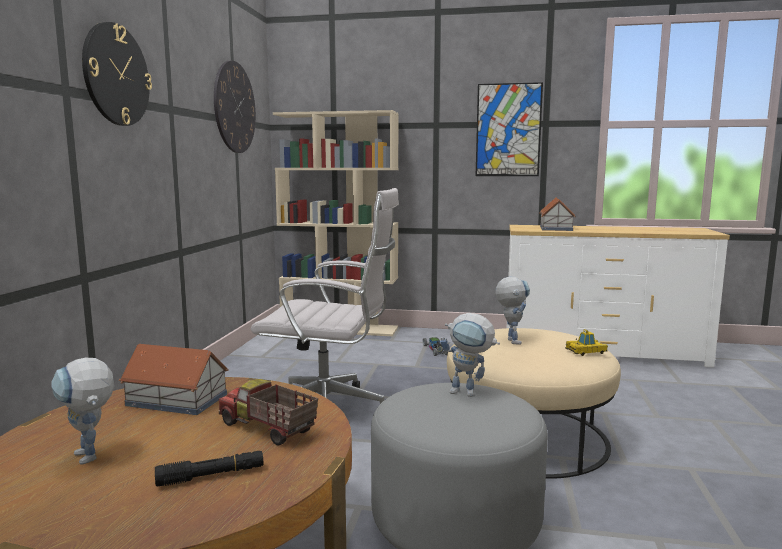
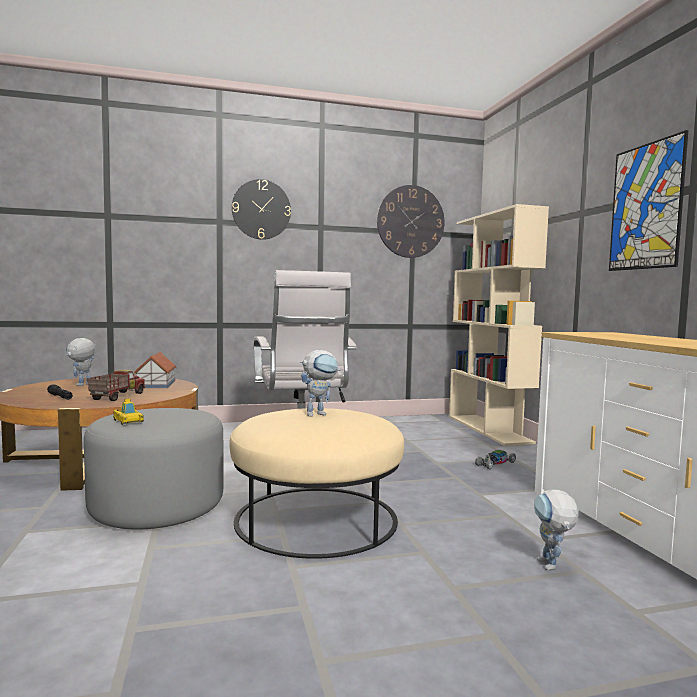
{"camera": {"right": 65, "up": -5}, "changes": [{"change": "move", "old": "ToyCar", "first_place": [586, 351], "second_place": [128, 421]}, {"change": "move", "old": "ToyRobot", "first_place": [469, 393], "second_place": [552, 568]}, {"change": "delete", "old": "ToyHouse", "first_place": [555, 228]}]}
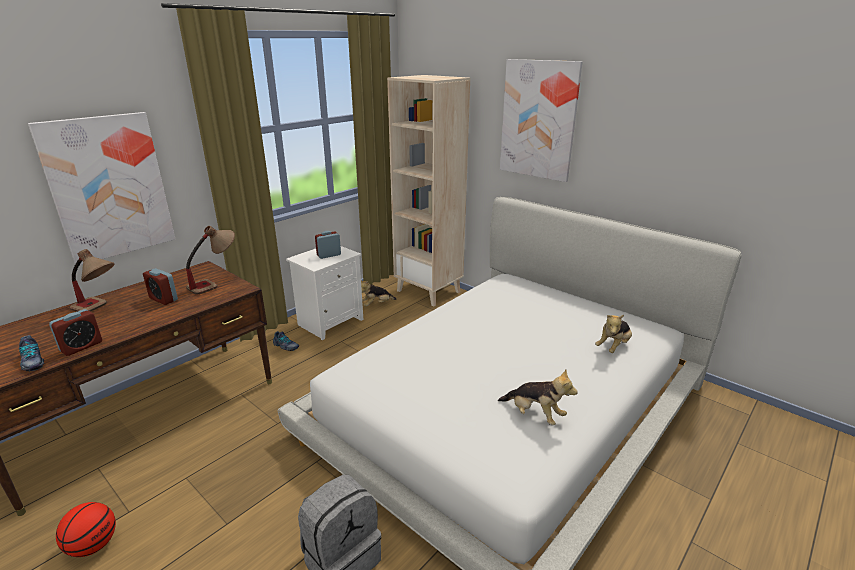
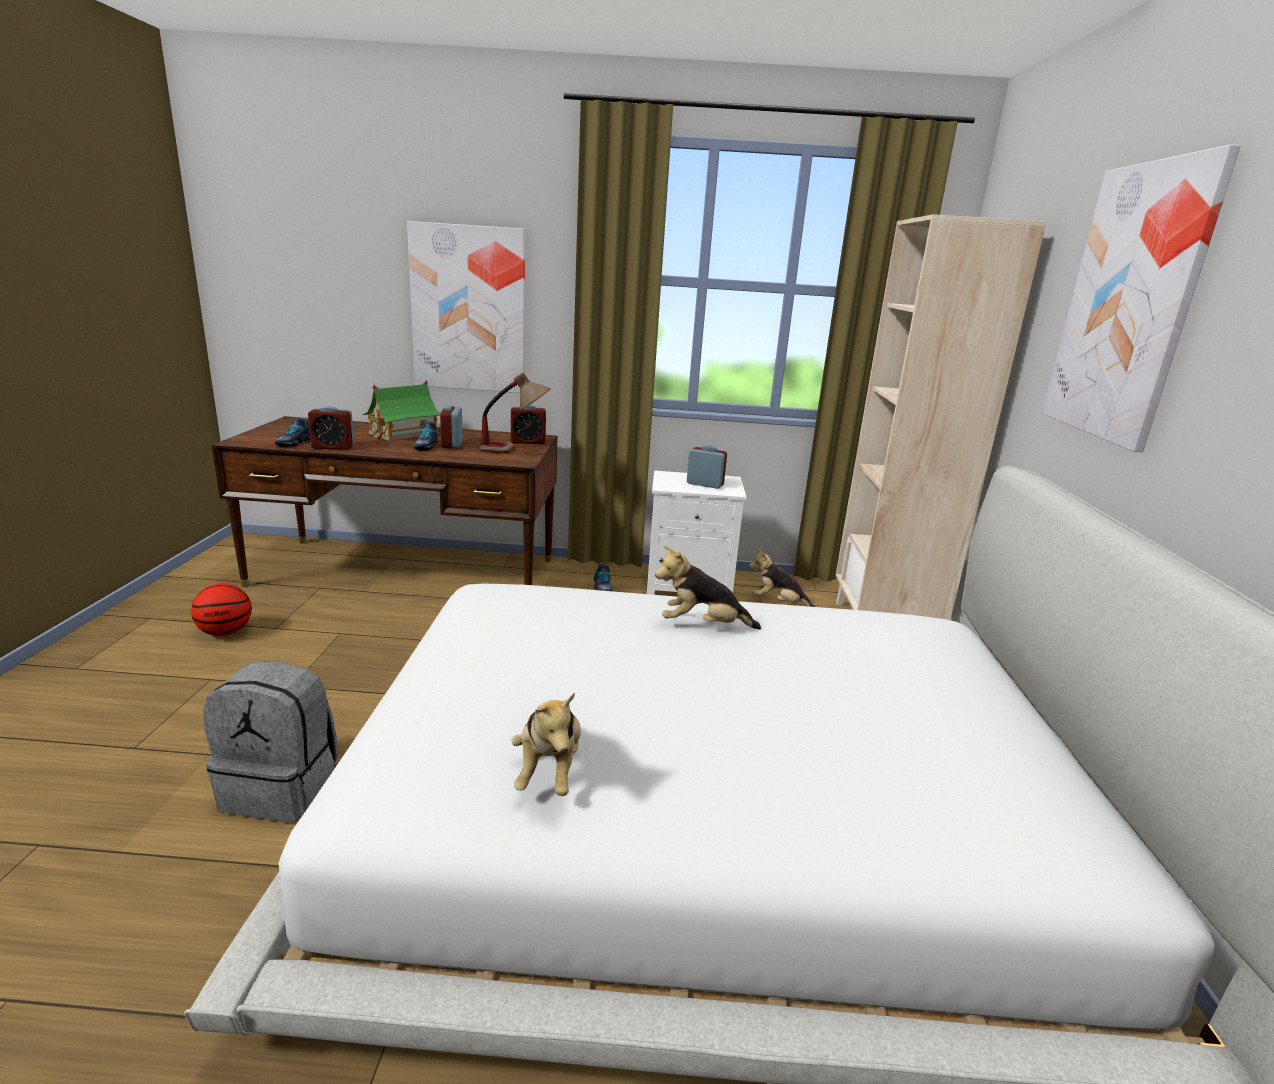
{"camera": {"right": 50, "up": -5}, "changes": [{"change": "replace", "old": "TableLamp", "new": "ToyHouse", "first_place": [99, 309], "second_place": [403, 433]}, {"change": "insert", "new": "Shoe", "second_place": [425, 446]}, {"change": "insert", "new": "AlarmClock", "second_place": [528, 442]}, {"change": "move", "old": "PlushToy", "first_place": [613, 346], "second_place": [702, 625]}]}
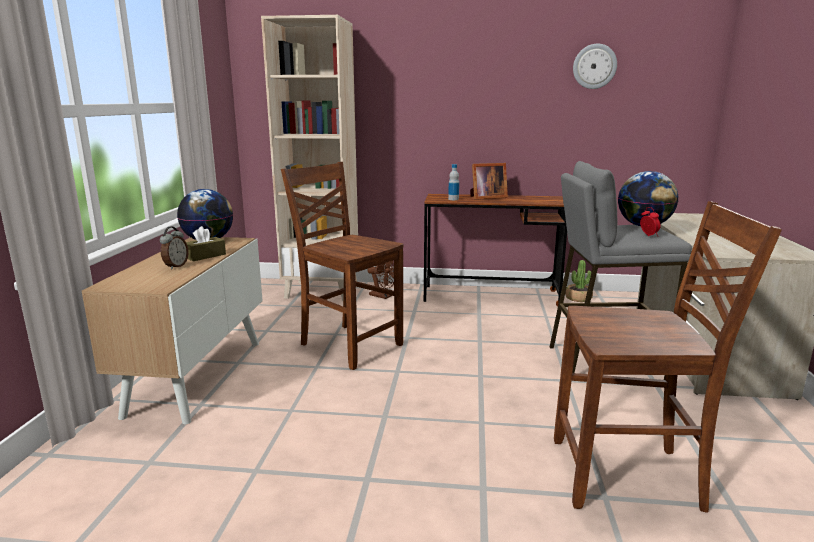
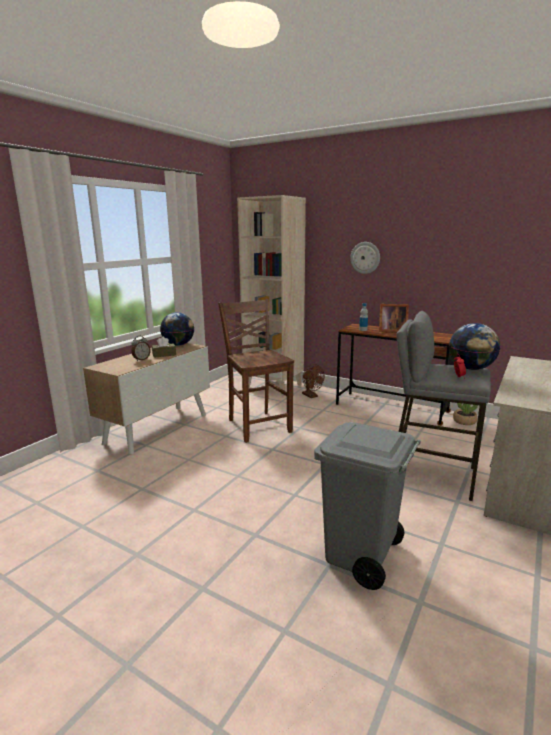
{"camera": {"right": 25, "up": 0}, "changes": [{"change": "replace", "old": "BrownChair", "new": "GreyTrashCan", "first_place": [628, 476], "second_place": [361, 557]}, {"change": "move", "old": "WallClock", "first_place": [594, 66], "second_place": [365, 257]}]}
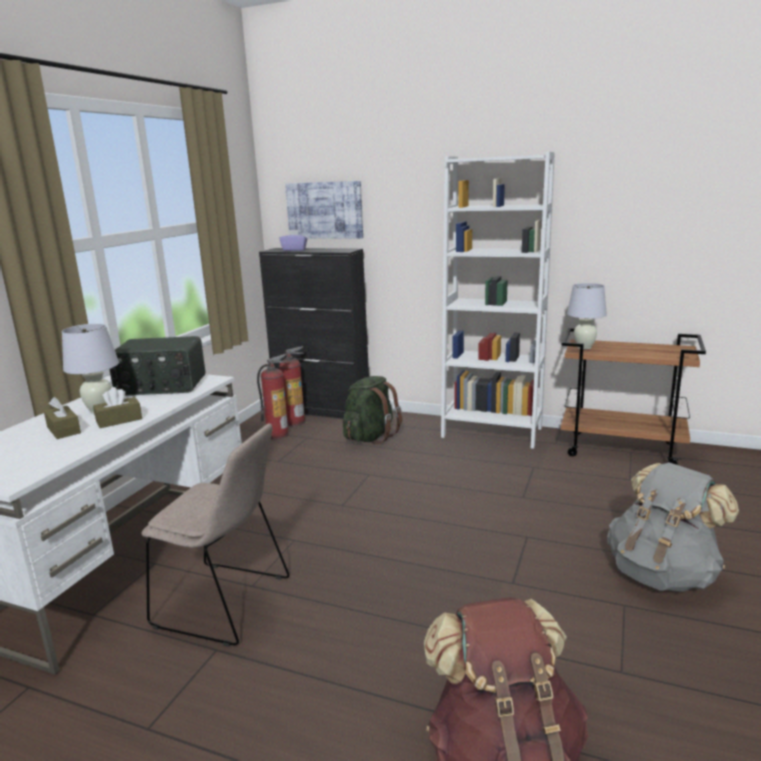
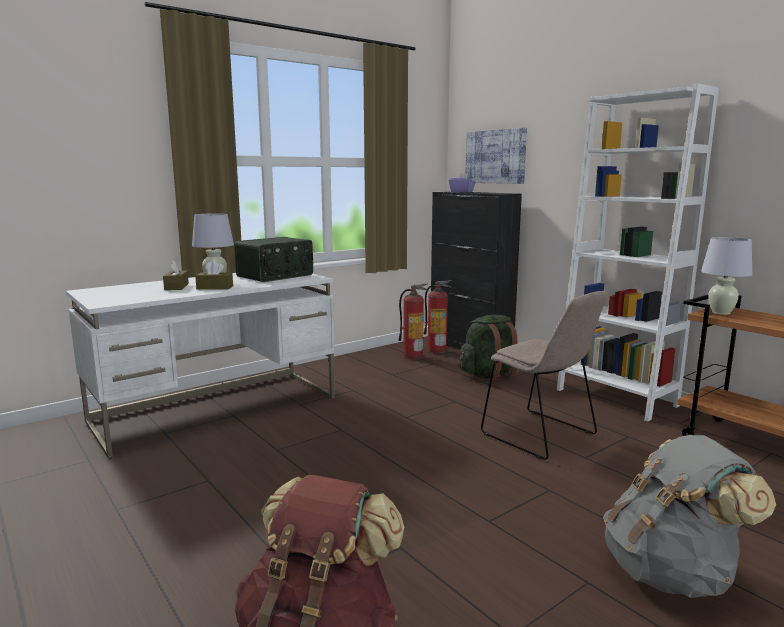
{"camera": {"right": 30, "up": -5}, "changes": [{"change": "rotate", "old": "Radio", "first_place": [161, 386], "second_place": [276, 276], "degrees": -75}, {"change": "move", "old": "BeigeChair", "first_place": [226, 603], "second_place": [541, 436]}]}
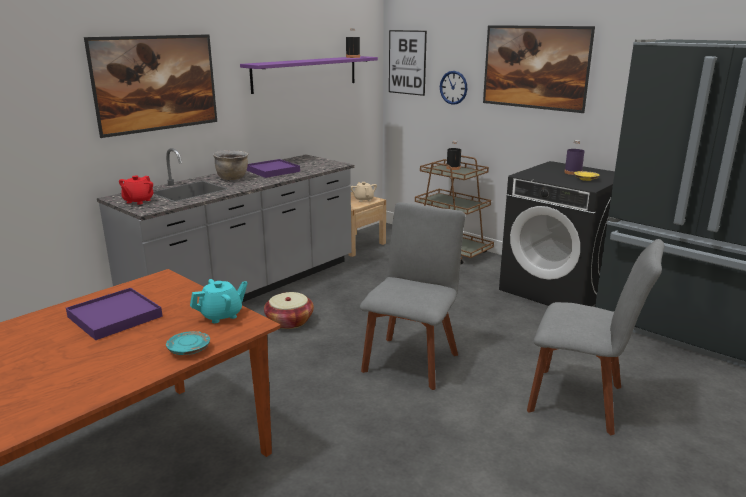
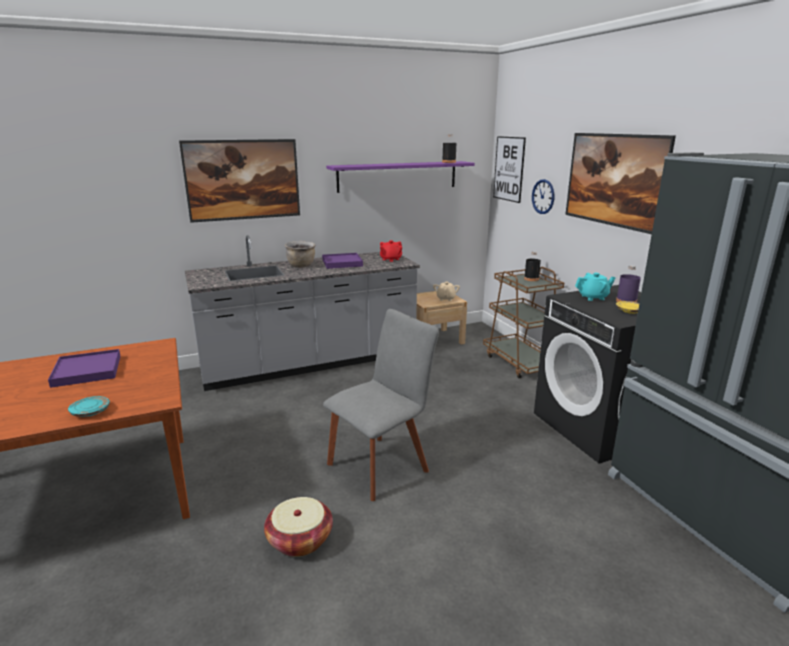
{"camera": {"right": 25, "up": 0}, "changes": [{"change": "move", "old": "Basket", "first_place": [289, 321], "second_place": [300, 540]}, {"change": "move", "old": "RedTeapot", "first_place": [138, 201], "second_place": [390, 259]}, {"change": "move", "old": "TurquoiseTeapot", "first_place": [221, 315], "second_place": [593, 297]}, {"change": "delete", "old": "GreyChair", "first_place": [581, 401]}]}
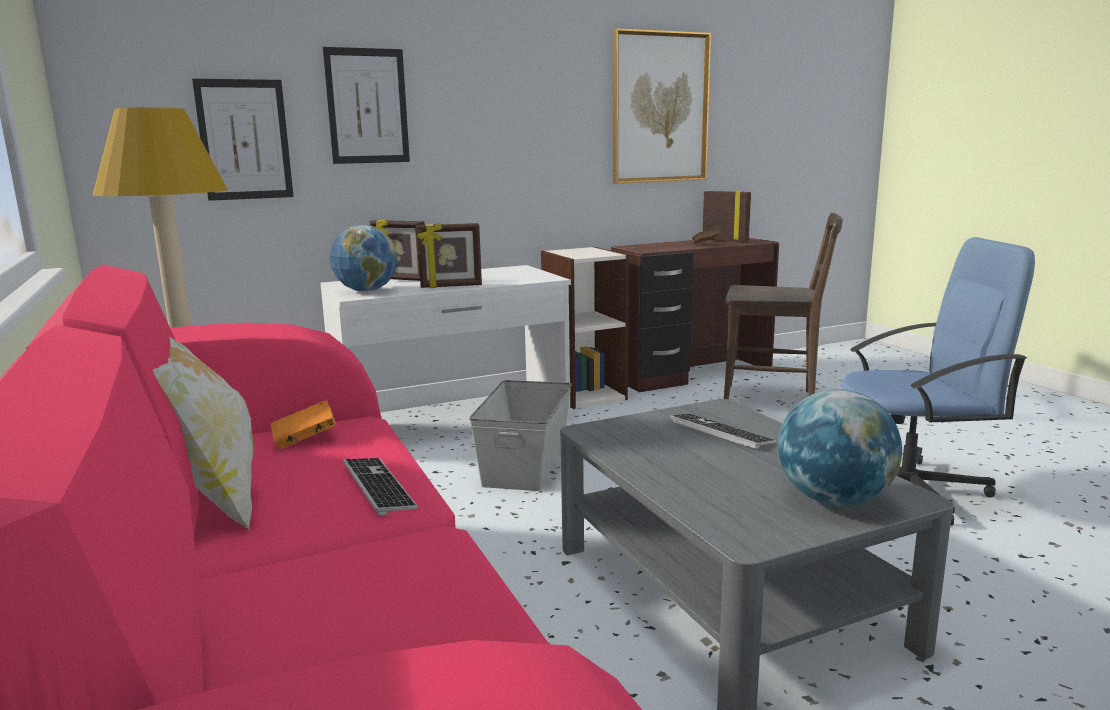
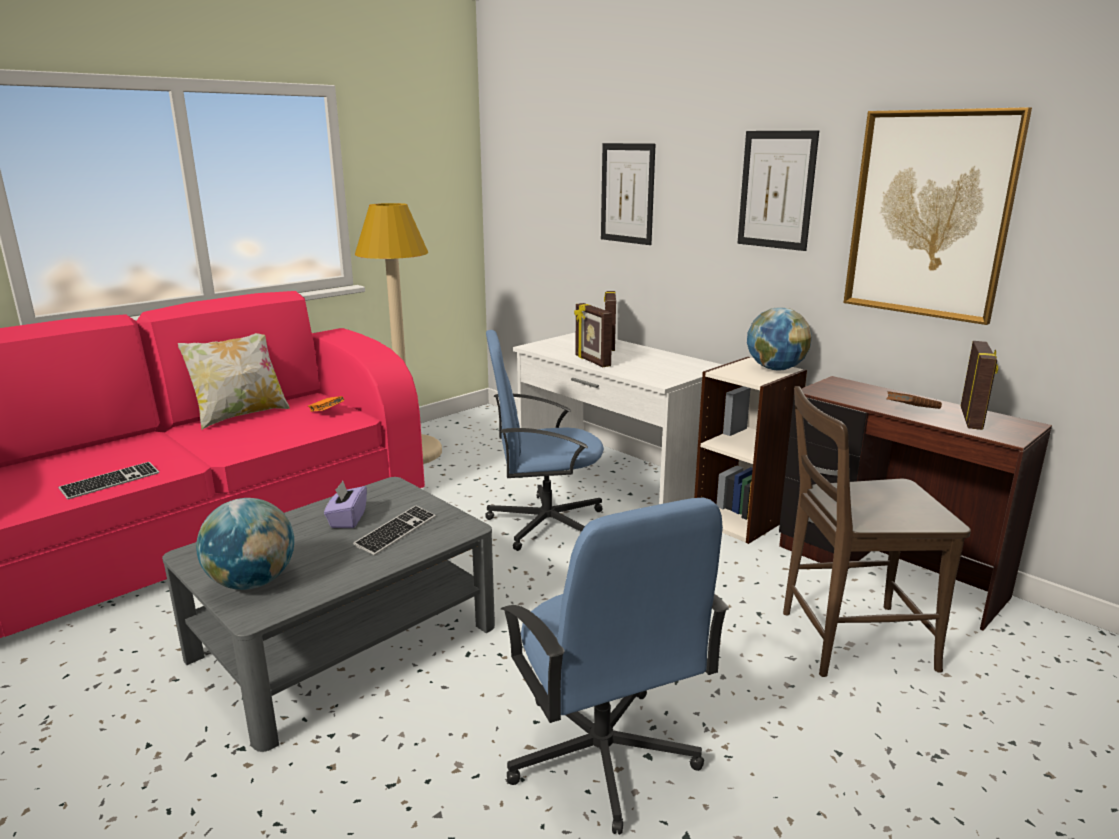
{"camera": {"right": 70, "up": 5}, "changes": [{"change": "move", "old": "Keyboard", "first_place": [378, 487], "second_place": [110, 482]}, {"change": "insert", "new": "PurpleTissueBox", "second_place": [347, 519]}, {"change": "replace", "old": "GreyStorageBox", "new": "BlueOfficeChair", "first_place": [524, 463], "second_place": [544, 523]}, {"change": "move", "old": "Picture", "first_place": [244, 140], "second_place": [776, 190]}, {"change": "move", "old": "Globe", "first_place": [366, 291], "second_place": [775, 369]}, {"change": "rotate", "old": "BrownChair", "first_place": [774, 400], "second_place": [848, 640], "degrees": 90}]}
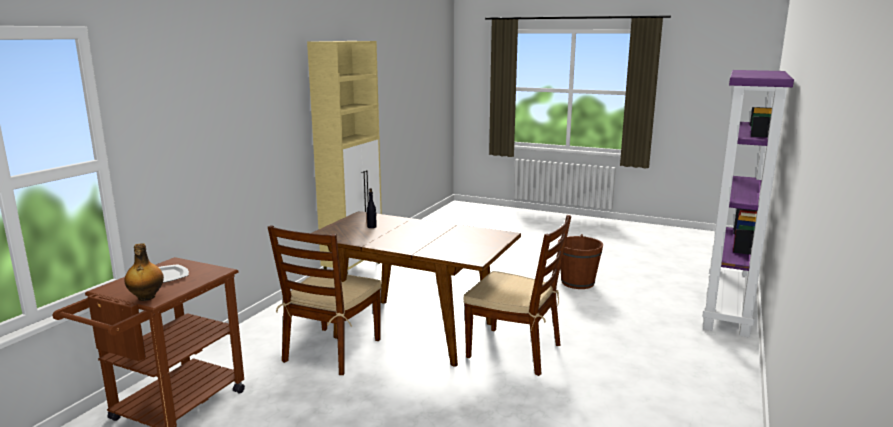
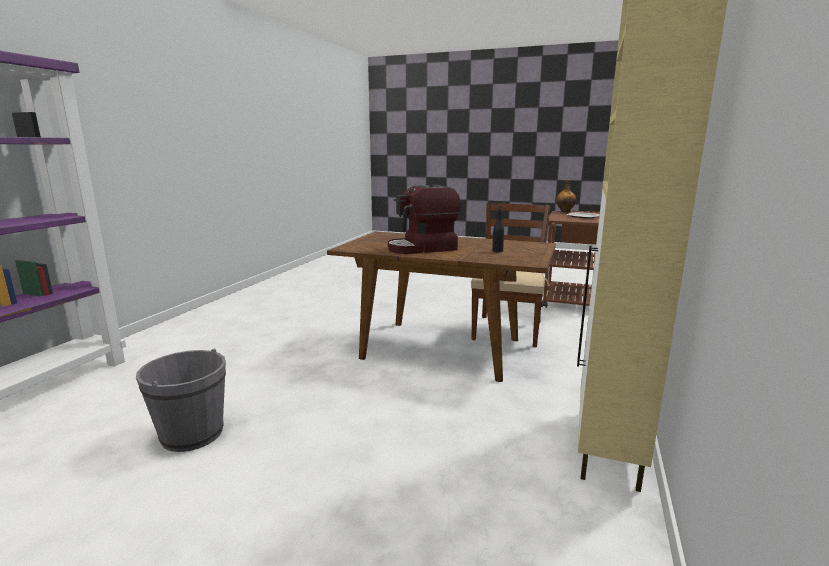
{"camera": {"right": 175, "up": 0}, "changes": [{"change": "recolor", "old": "BrownBucket", "new": "GreyBucket", "first_place": [577, 282], "second_place": [192, 434]}, {"change": "insert", "new": "CoffeeMachine", "second_place": [422, 248]}, {"change": "delete", "old": "BrownChair", "first_place": [515, 351]}]}
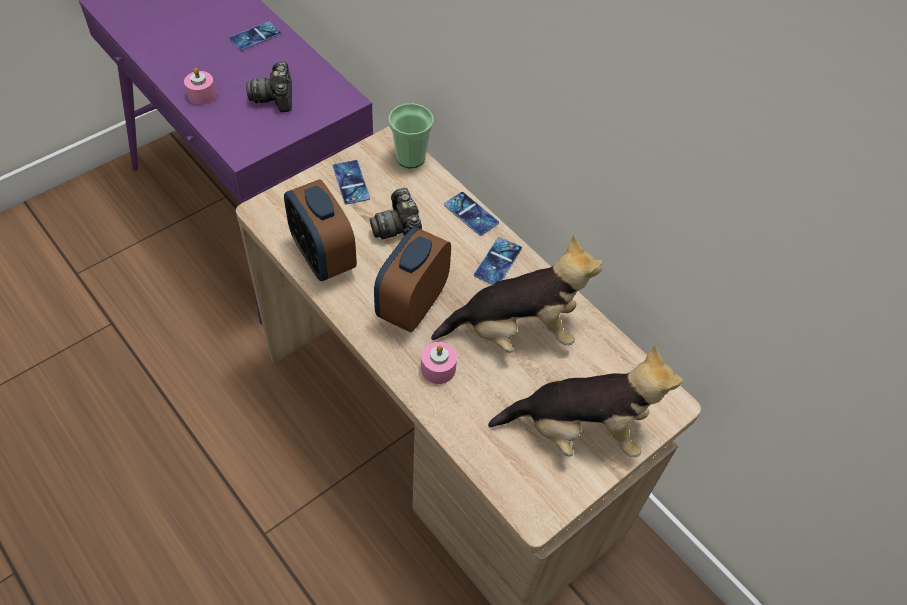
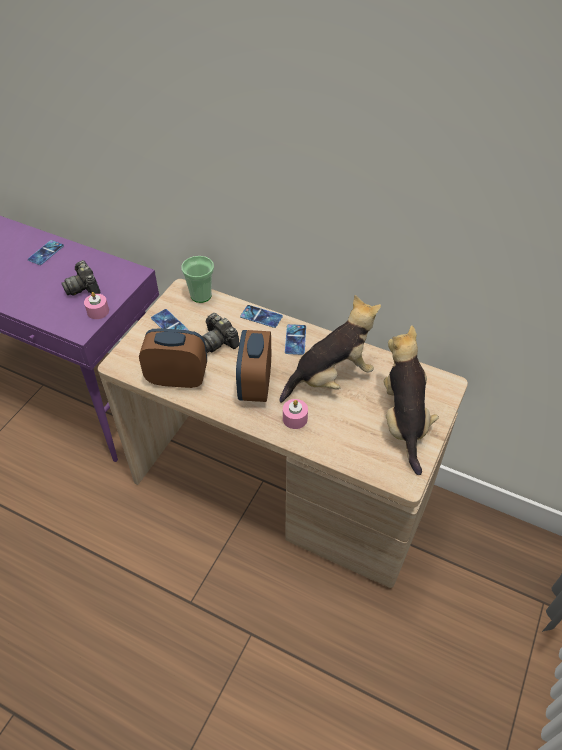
{"camera": {"right": -20, "up": -5}, "changes": [{"change": "move", "old": "PinkCandle", "first_place": [202, 95], "second_place": [98, 311]}, {"change": "rotate", "old": "AlarmClock", "first_place": [323, 257], "second_place": [177, 378], "degrees": 150}, {"change": "rotate", "old": "PlushToy", "first_place": [579, 431], "second_place": [403, 421], "degrees": -75}]}
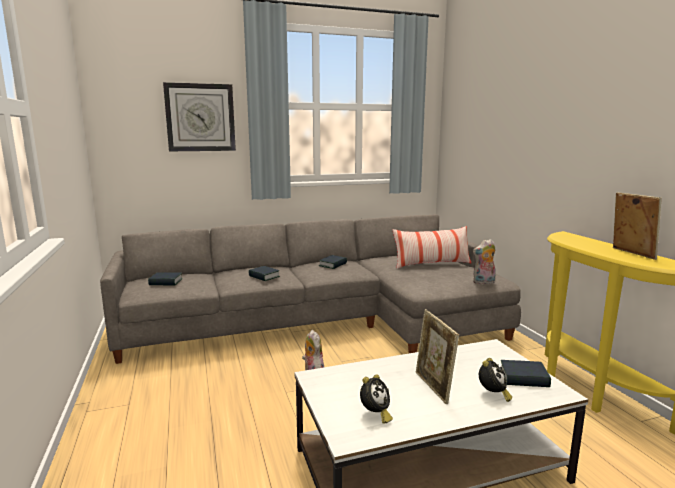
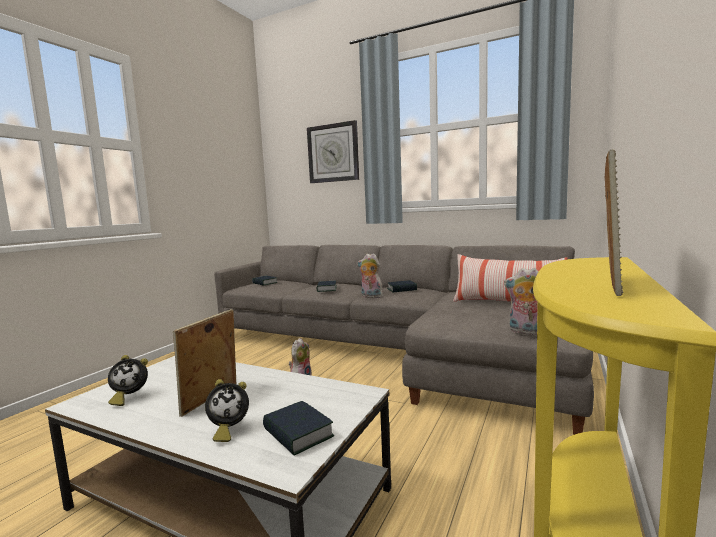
{"camera": {"right": 45, "up": -5}, "changes": [{"change": "insert", "new": "PlushToy", "second_place": [370, 297]}]}
